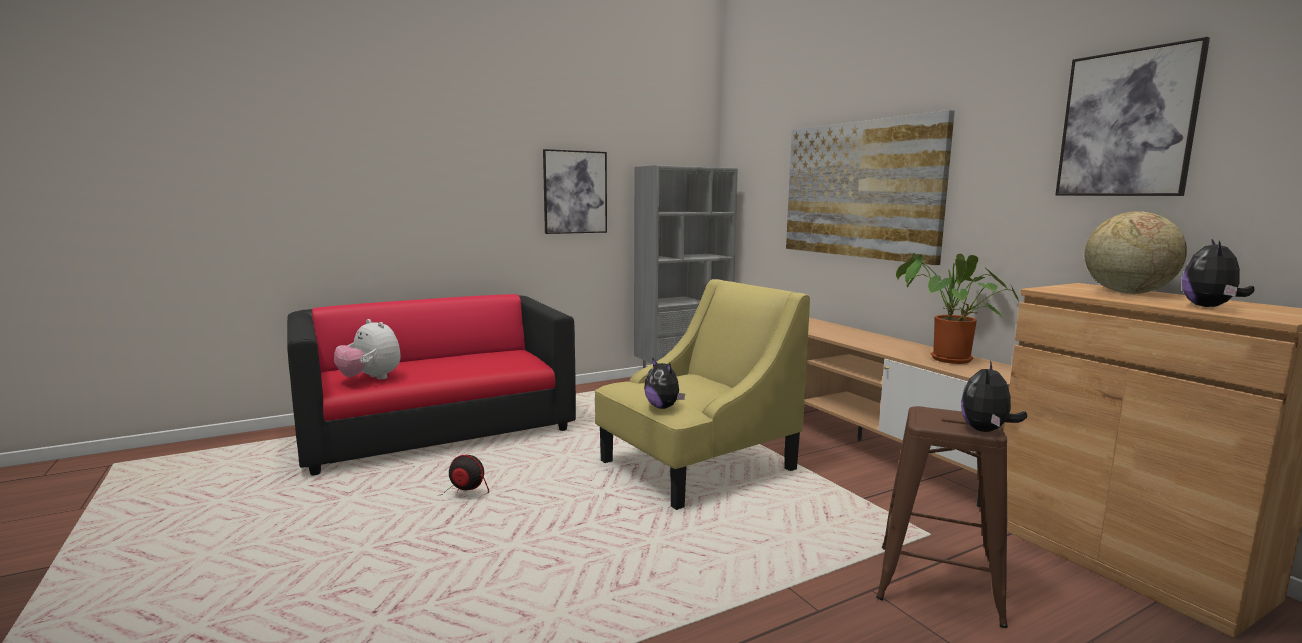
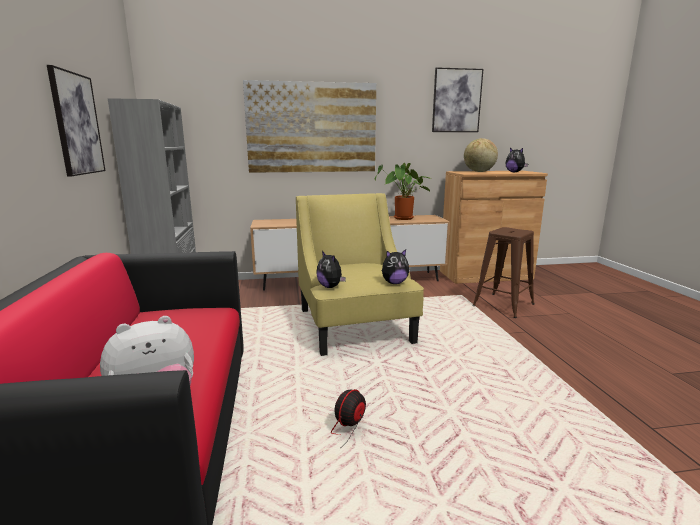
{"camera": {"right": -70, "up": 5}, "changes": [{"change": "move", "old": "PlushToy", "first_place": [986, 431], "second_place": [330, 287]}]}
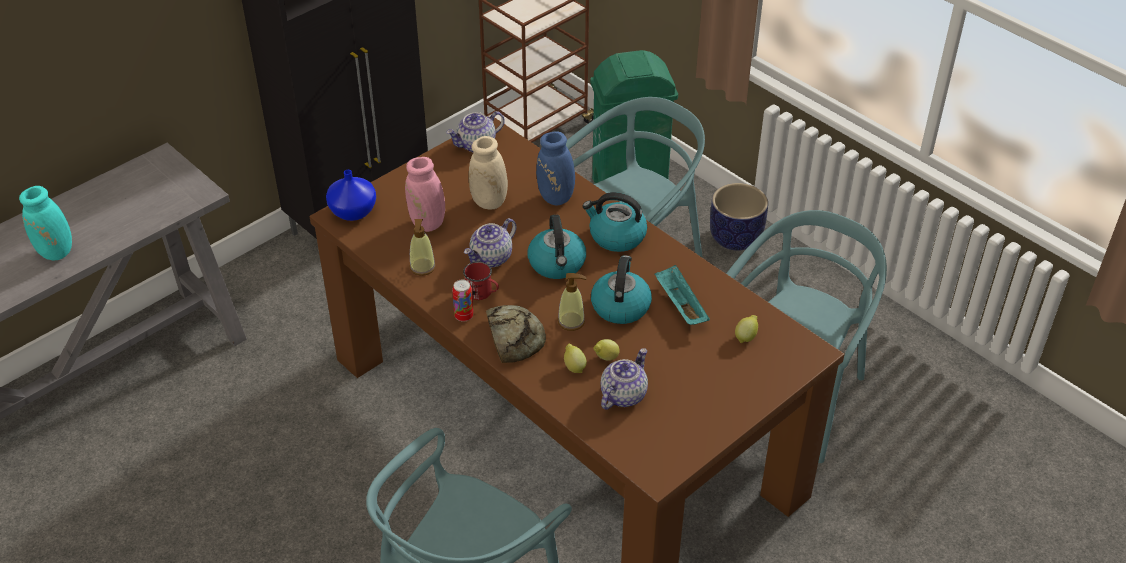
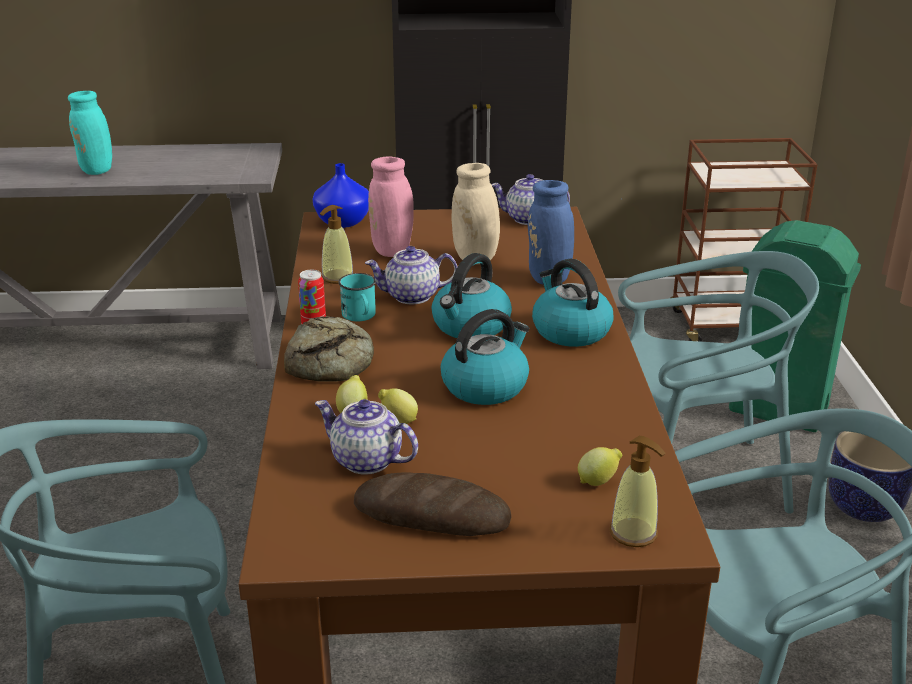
{"camera": {"right": 40, "up": -15}, "changes": [{"change": "rotate", "old": "Teapot", "first_place": [623, 394], "second_place": [365, 461], "degrees": -135}, {"change": "recolor", "old": "RedMug", "new": "TurquoiseMug", "first_place": [482, 293], "second_place": [360, 316]}, {"change": "insert", "new": "Bread", "second_place": [432, 514]}, {"change": "move", "old": "SoapDispenser", "first_place": [571, 321], "second_place": [633, 533]}, {"change": "delete", "old": "TurquoiseTray", "first_place": [679, 305]}]}
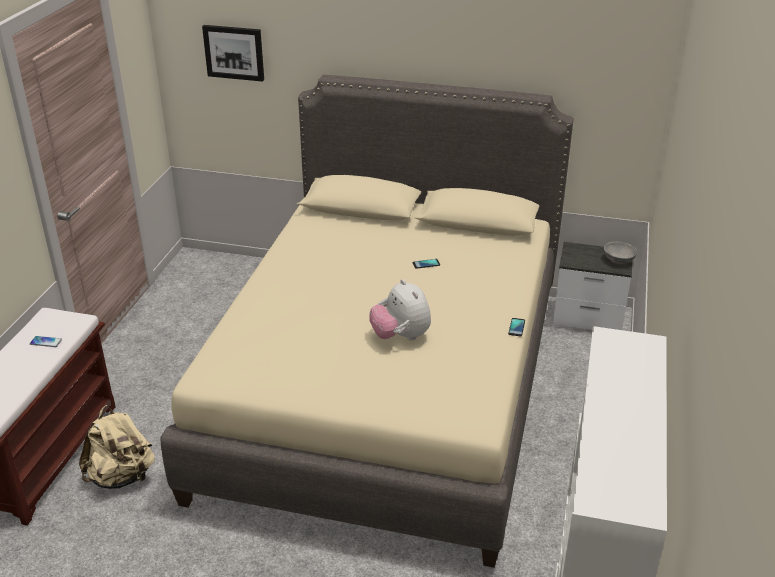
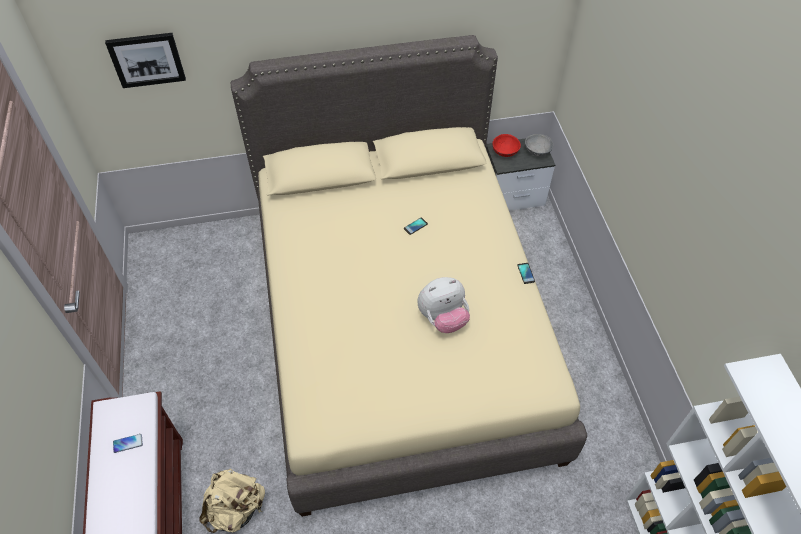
{"camera": {"right": -25, "up": 20}, "changes": [{"change": "rotate", "old": "PlushToy", "first_place": [400, 336], "second_place": [443, 318], "degrees": -60}, {"change": "insert", "new": "RedBowl", "second_place": [505, 151]}]}
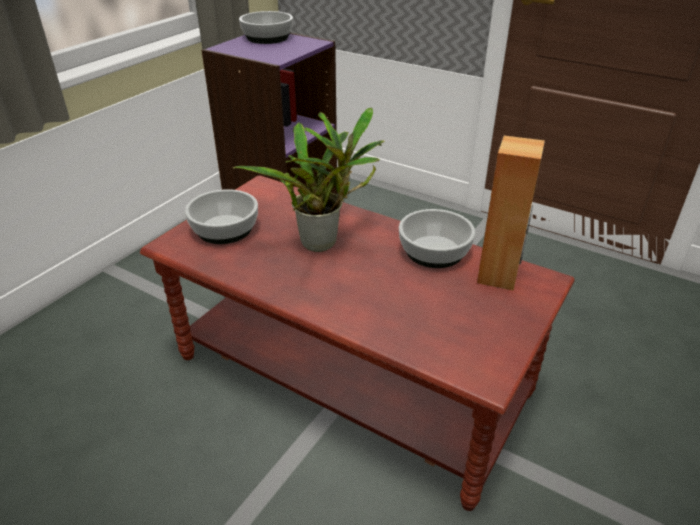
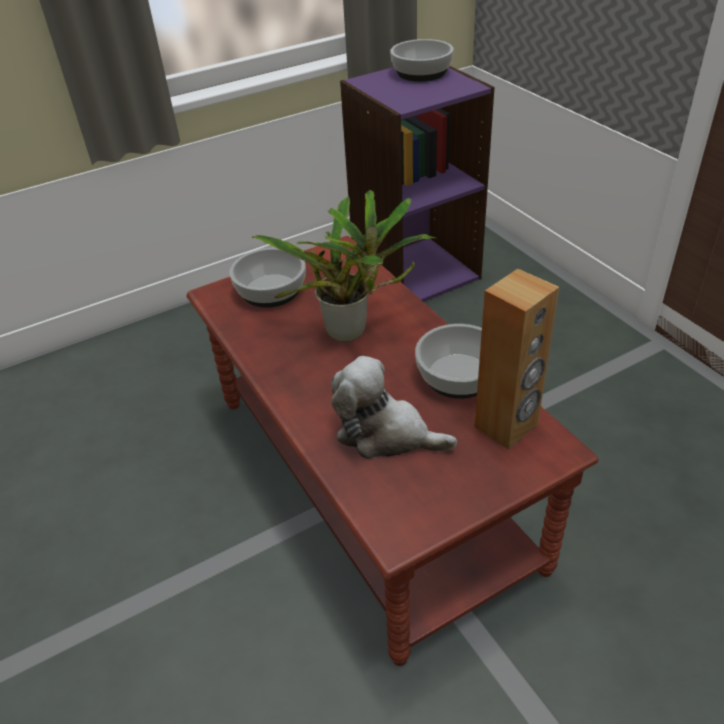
{"camera": {"right": 30, "up": 5}, "changes": [{"change": "insert", "new": "PlushToy", "second_place": [386, 434]}]}
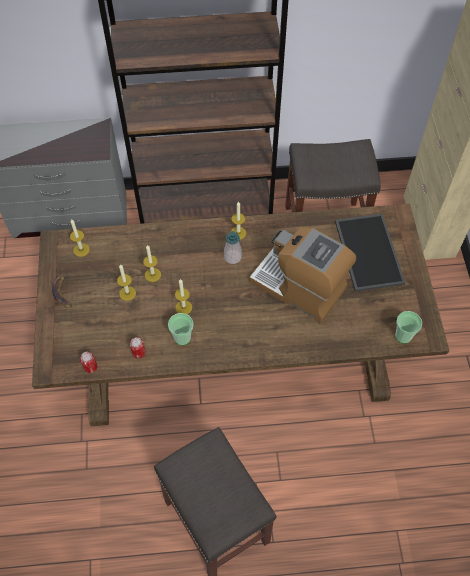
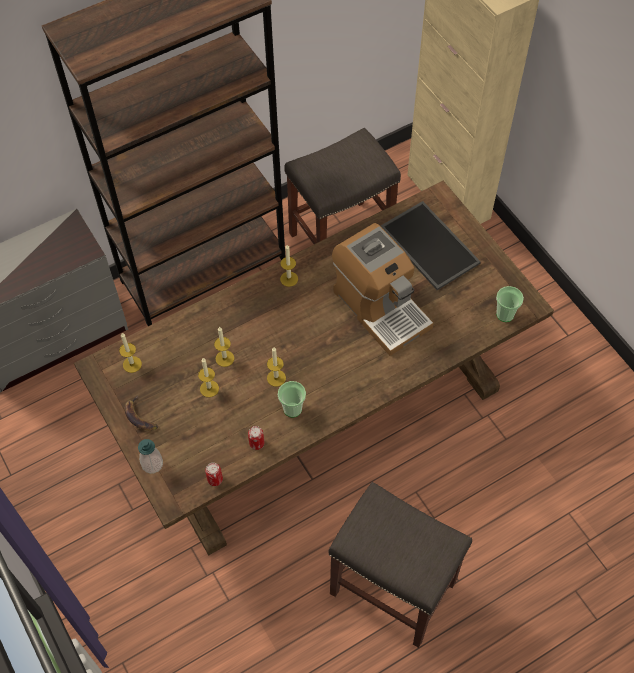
{"camera": {"right": -25, "up": 0}, "changes": [{"change": "move", "old": "SoapDispenser", "first_place": [232, 257], "second_place": [152, 464]}, {"change": "rotate", "old": "CoffeeMachine", "first_place": [299, 286], "second_place": [380, 308], "degrees": -135}]}
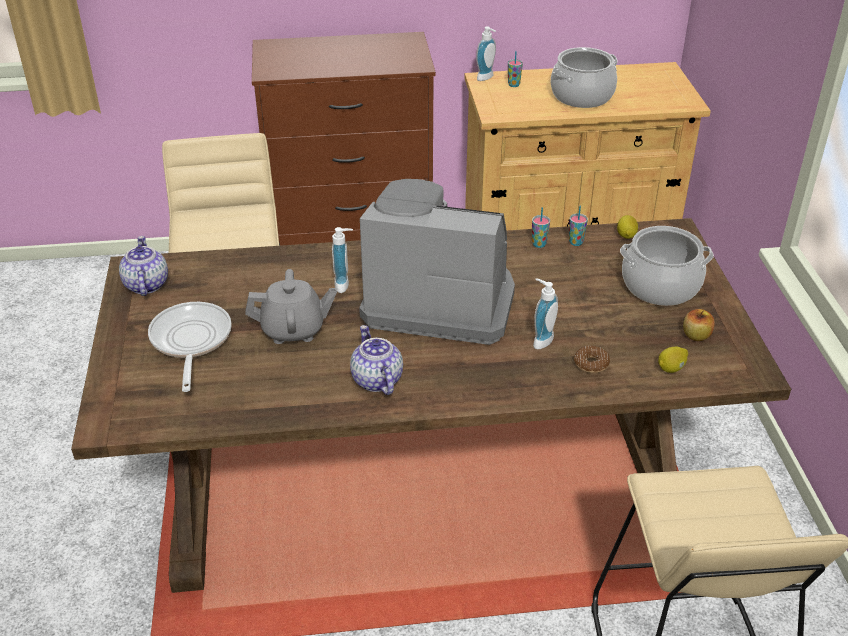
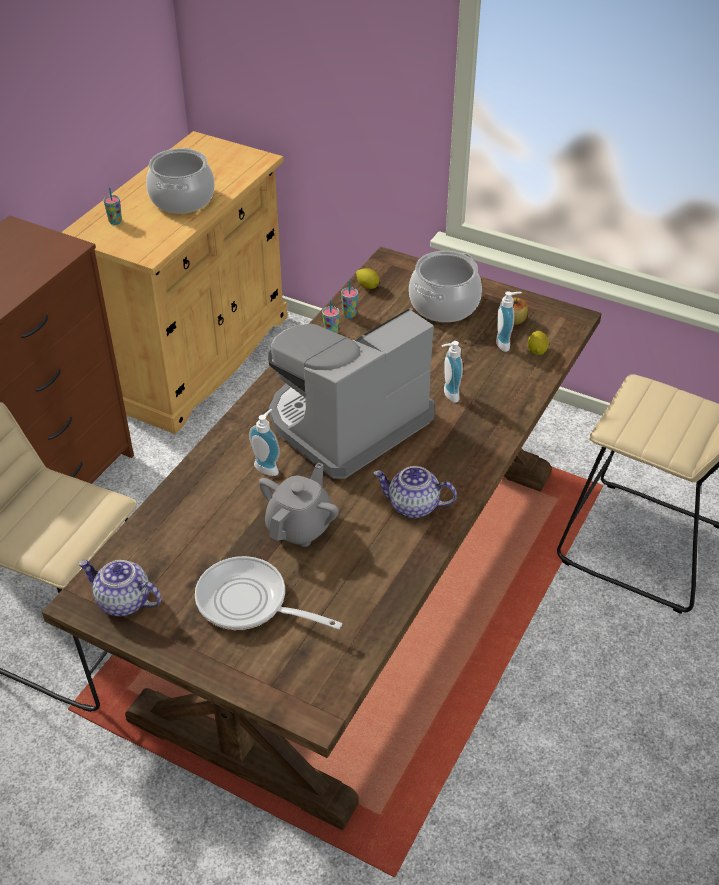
{"camera": {"right": -55, "up": 5}, "changes": [{"change": "move", "old": "SoapDispenser", "first_place": [487, 78], "second_place": [505, 343]}, {"change": "delete", "old": "Donut", "first_place": [591, 364]}]}
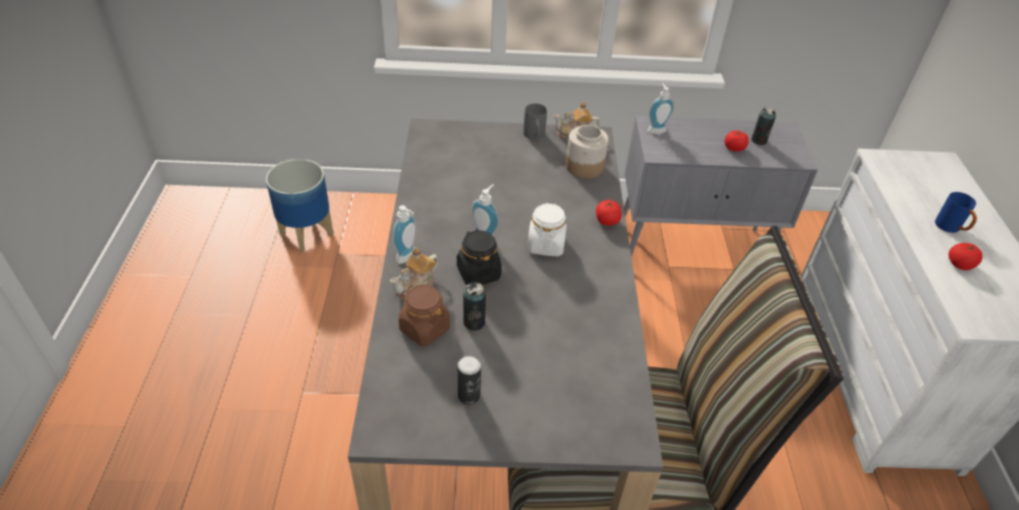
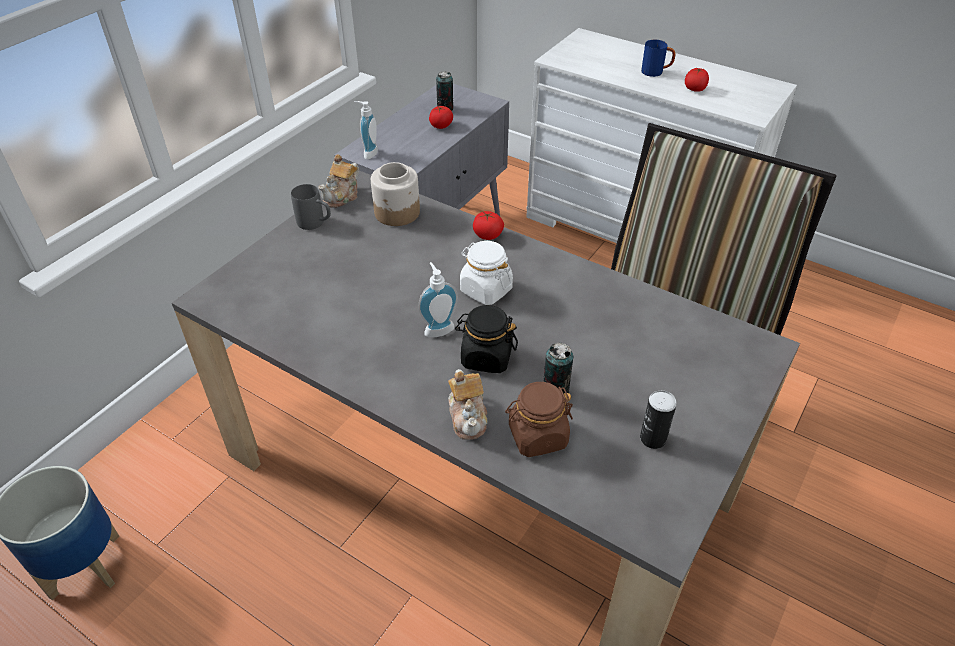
{"camera": {"right": -55, "up": 0}, "changes": [{"change": "delete", "old": "SoapDispenser", "first_place": [408, 257]}]}
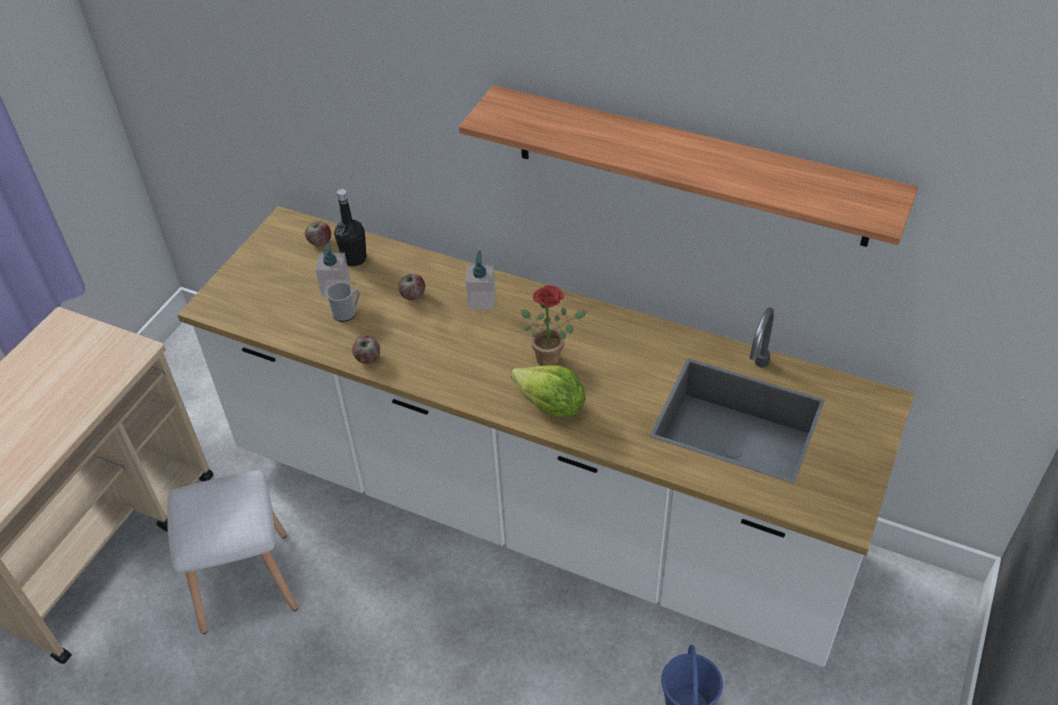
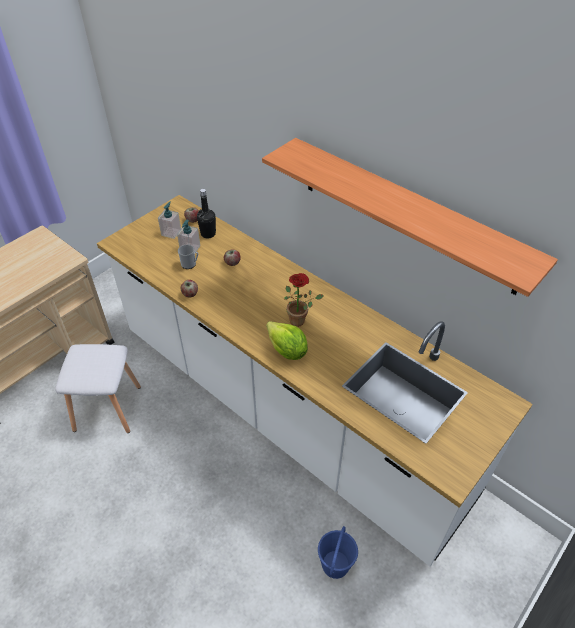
{"camera": {"right": 15, "up": 0}, "changes": [{"change": "move", "old": "SoapDispenser", "first_place": [482, 300], "second_place": [171, 232]}]}
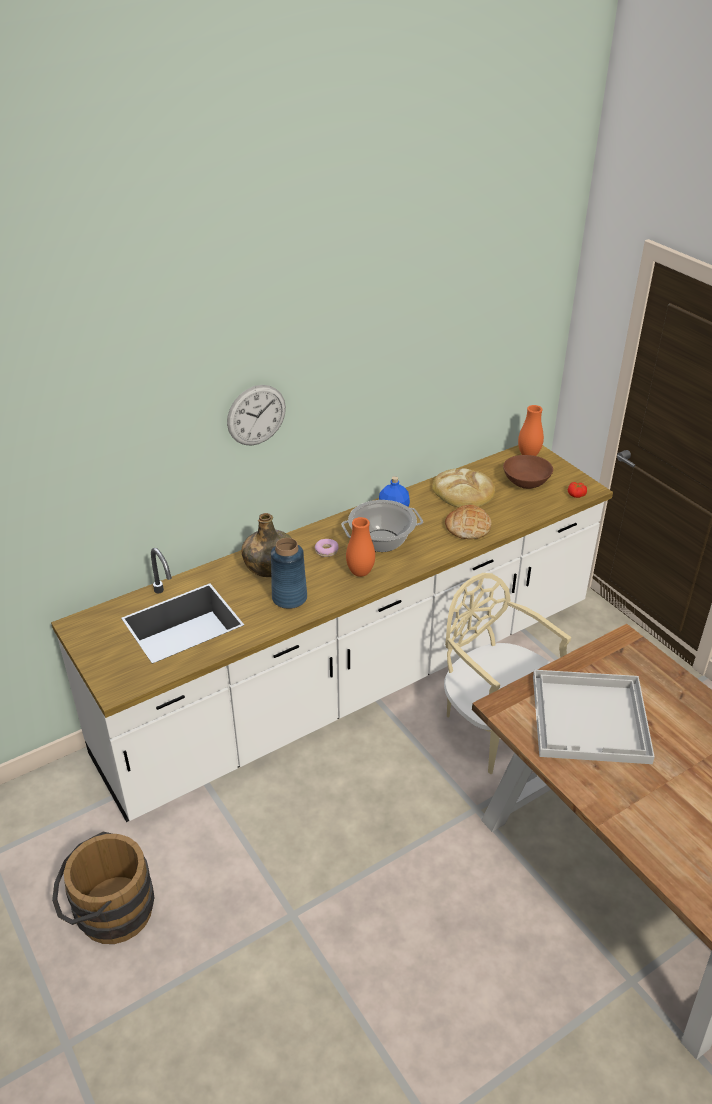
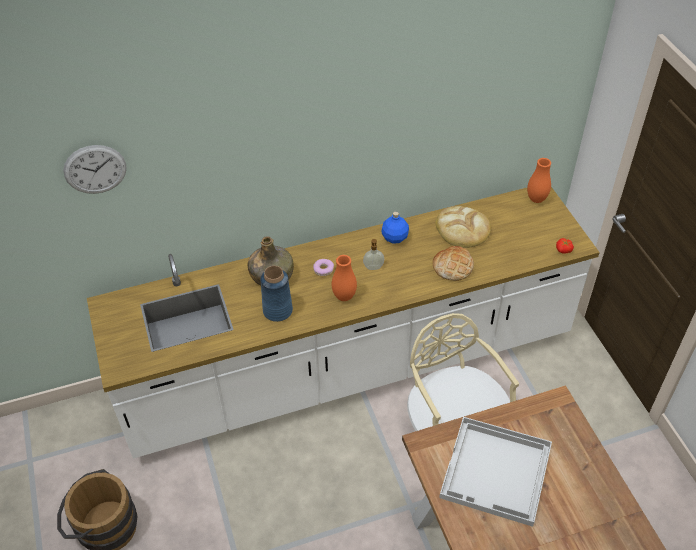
{"camera": {"right": 15, "up": 10}, "changes": [{"change": "move", "old": "WallClock", "first_place": [256, 415], "second_place": [95, 169]}, {"change": "replace", "old": "CookingPot", "new": "SoapDispenser", "first_place": [382, 541], "second_place": [373, 268]}, {"change": "delete", "old": "BrownBowl", "first_place": [526, 482]}]}
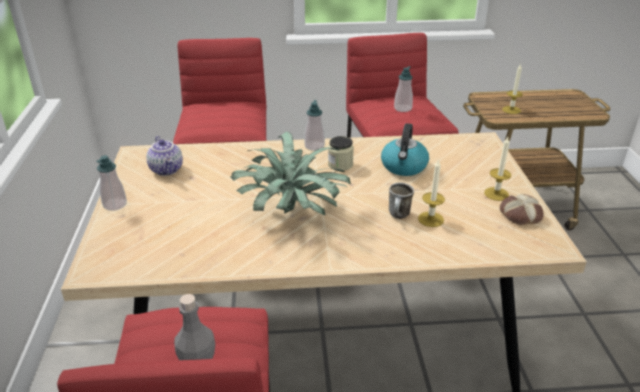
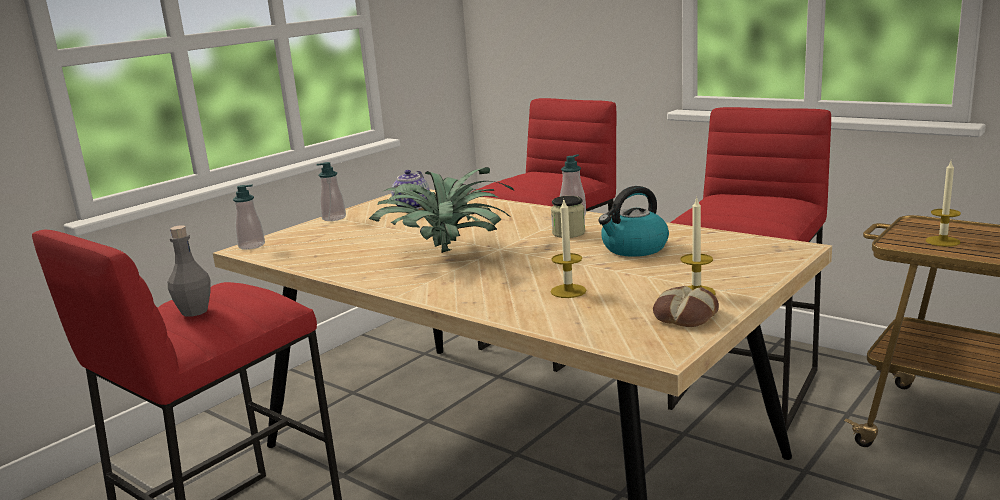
{"camera": {"right": 45, "up": -15}, "changes": [{"change": "move", "old": "SoapDispenser", "first_place": [402, 108], "second_place": [251, 246]}, {"change": "delete", "old": "Mug", "first_place": [399, 216]}]}
